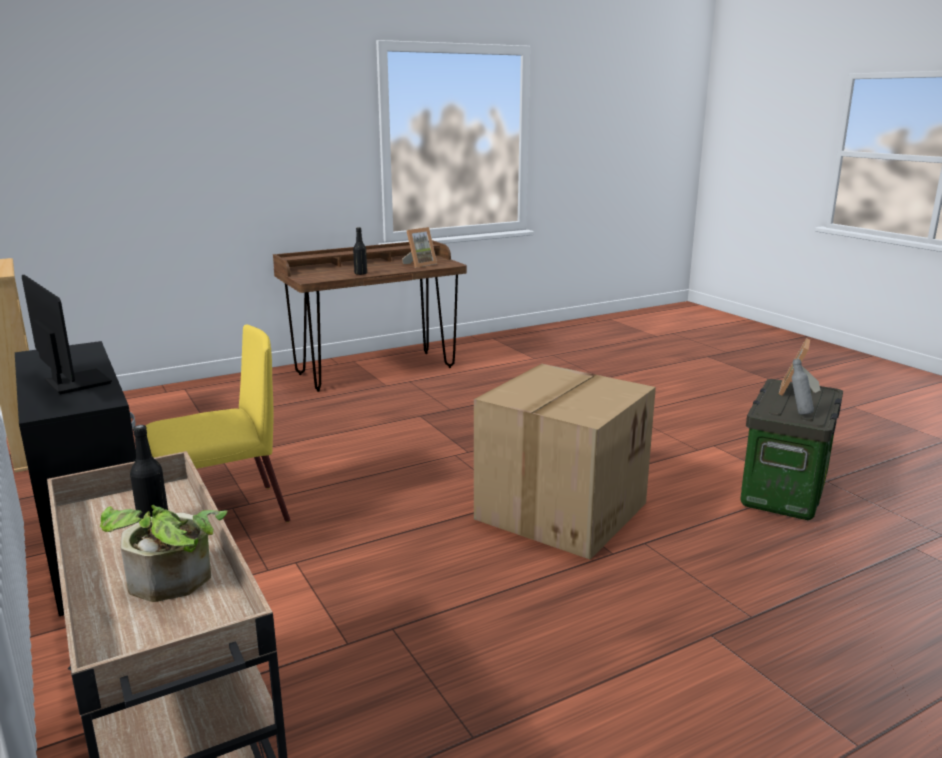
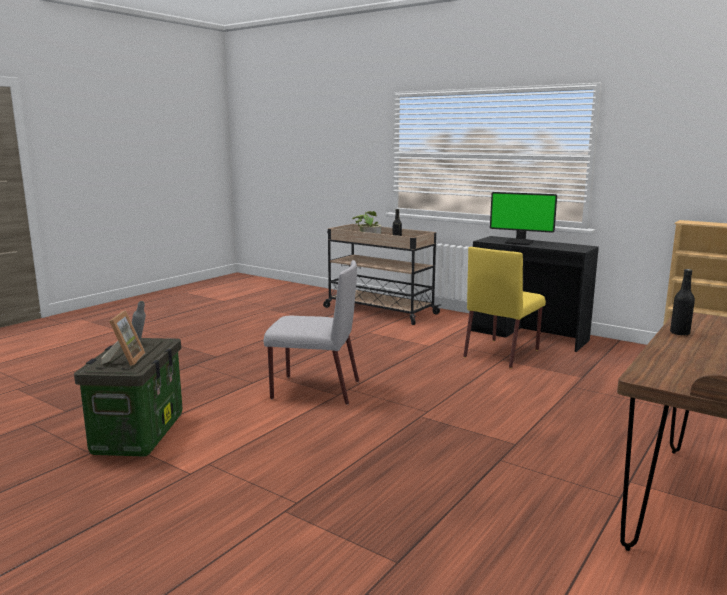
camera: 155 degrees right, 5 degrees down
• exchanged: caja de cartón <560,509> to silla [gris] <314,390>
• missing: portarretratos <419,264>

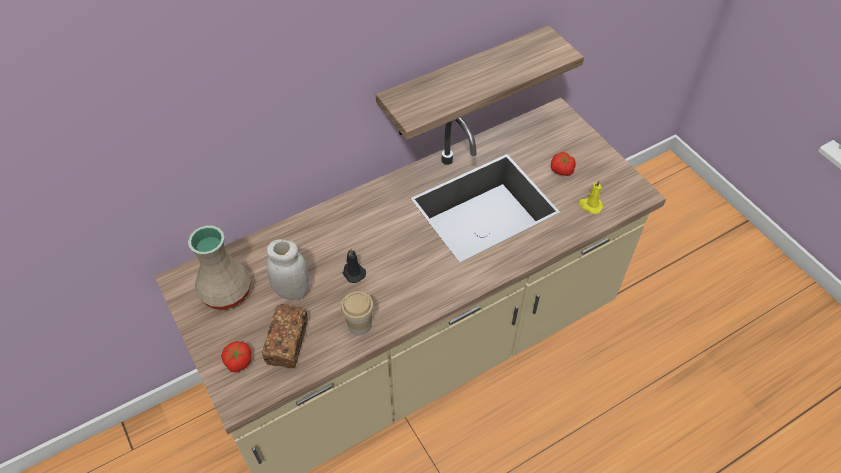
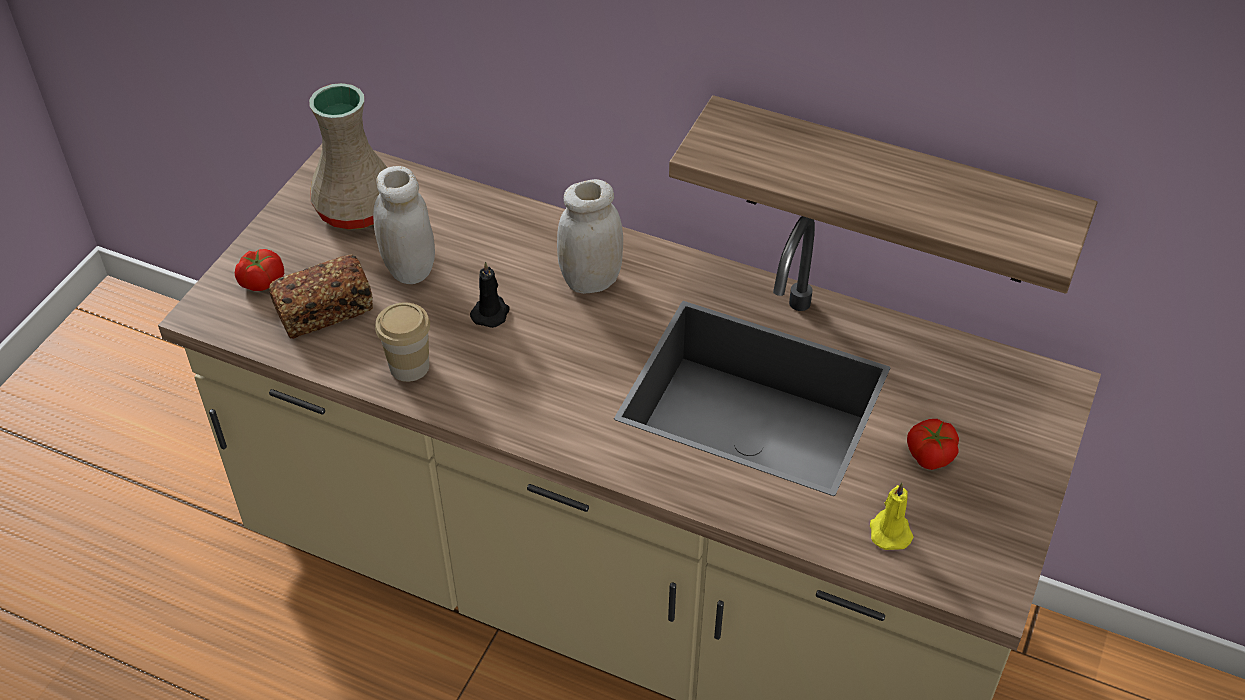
camera: 55 degrees right, 5 degrees down
• appeared: tarro [blanco] <591,281>

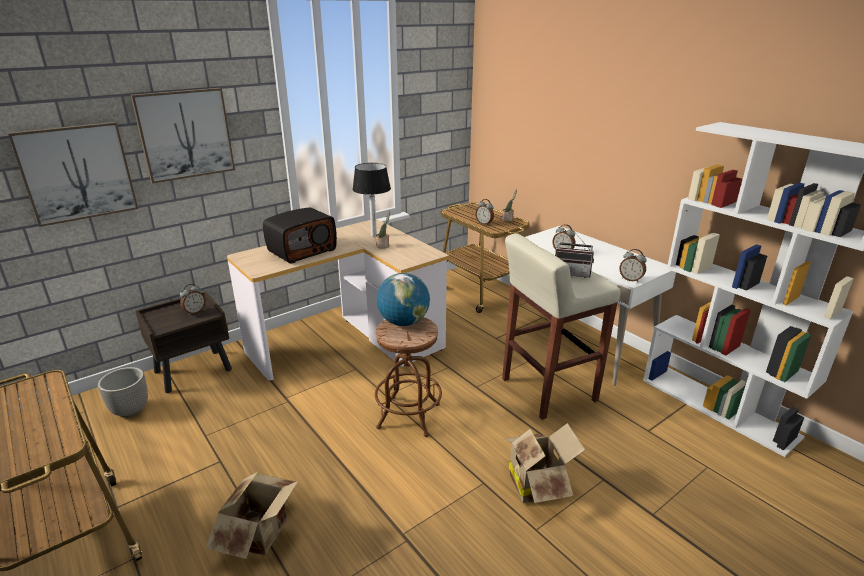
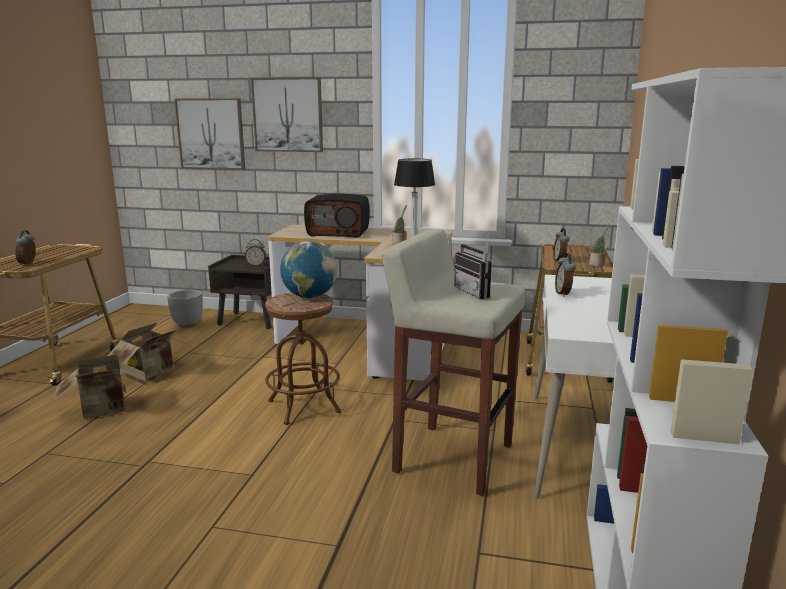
camera: 50 degrees right, 10 degrees down
• relocated: despertador <631,279> to <28,264>
• relocated: caja de cartón <537,484> to <153,372>

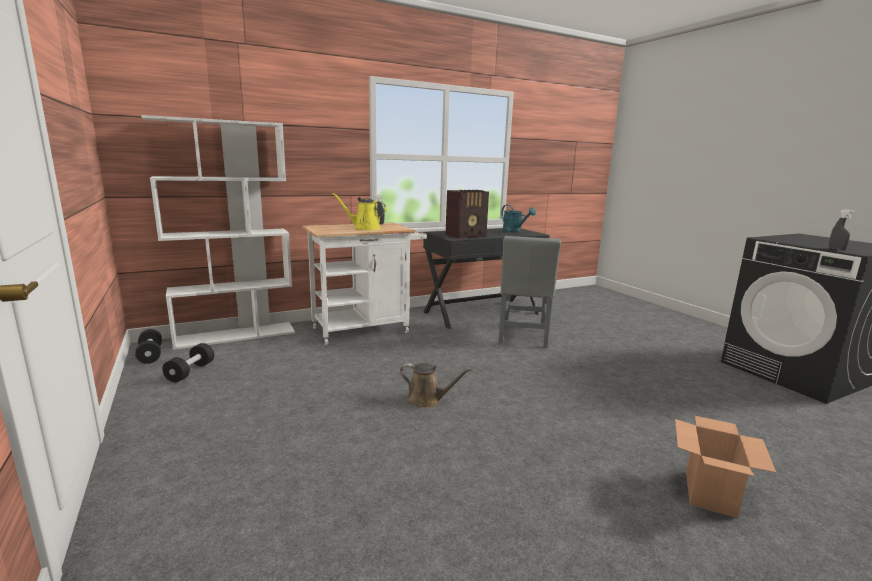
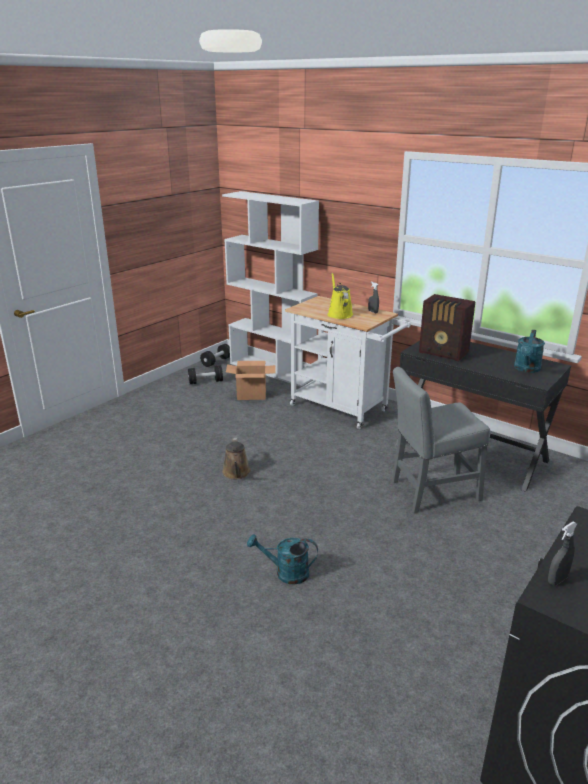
camera: 65 degrees right, 10 degrees up
• relocated: caja de cartón <709,492> to <252,395>
• appeared: regadera [turquesa] <286,573>

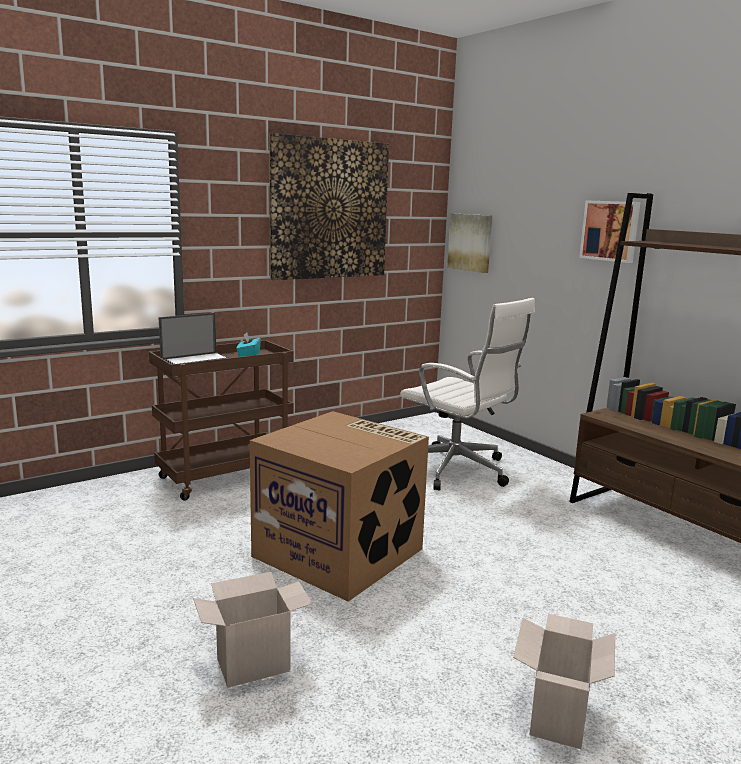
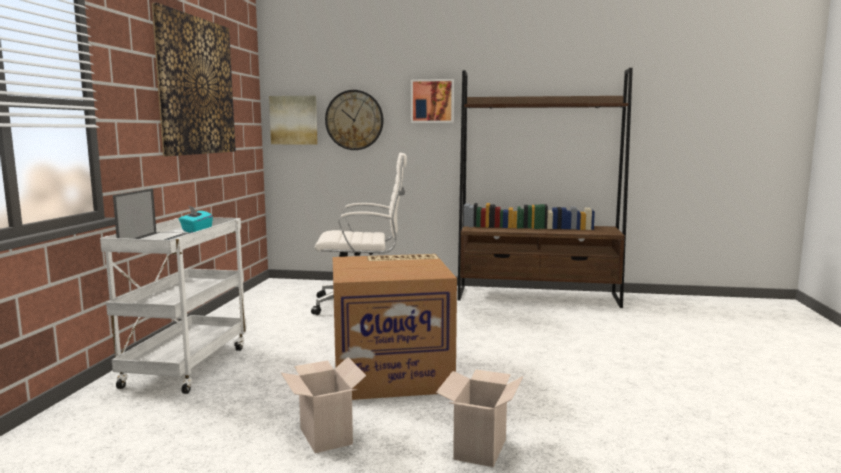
camera: 45 degrees left, 5 degrees down
• colour: carrito [marrón] <225,476> to carrito [blanco] <186,365>
• relocated: caja de cartón <556,716> to <323,435>
• appeared: reloj de pared <354,120>

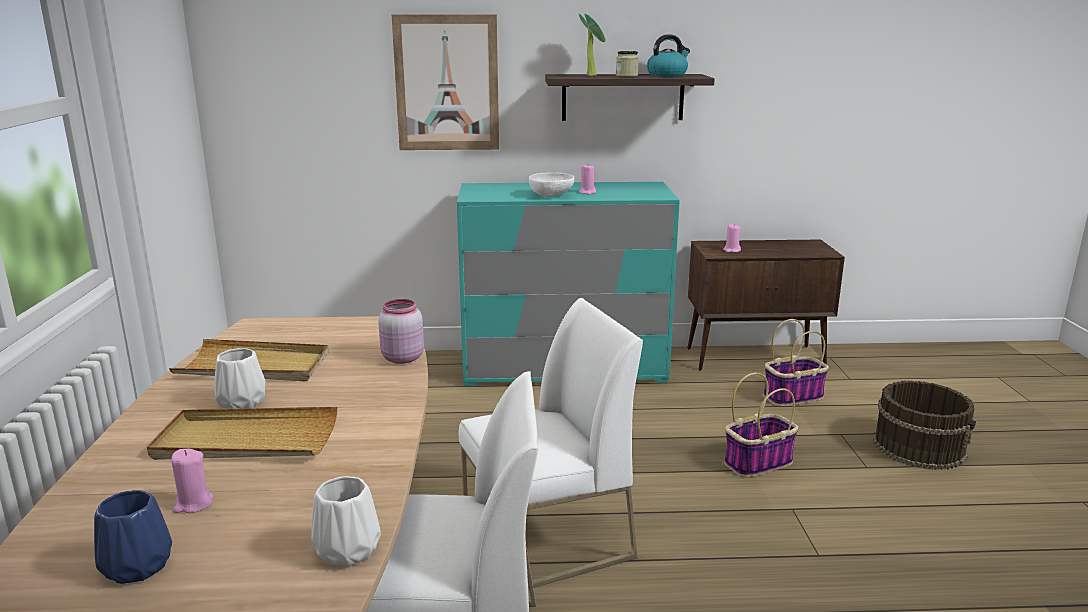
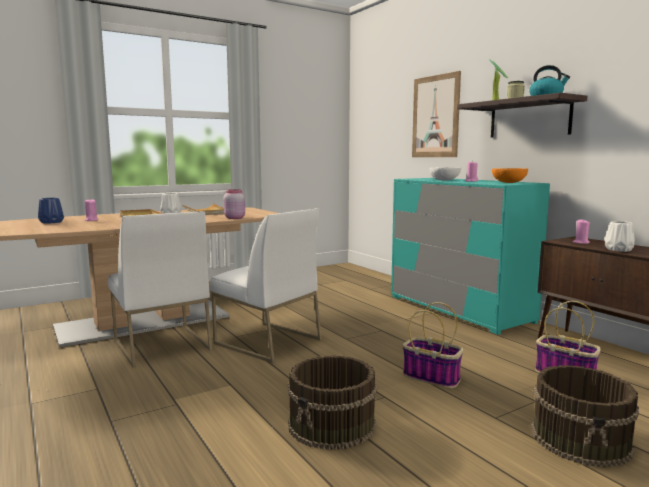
camera: 60 degrees right, 10 degrees down
• appeared: cubo [marrón] <332,425>
• appeared: cuenco [naranja] <509,183>
• relocated: florero [blanco] <345,550> to <617,249>

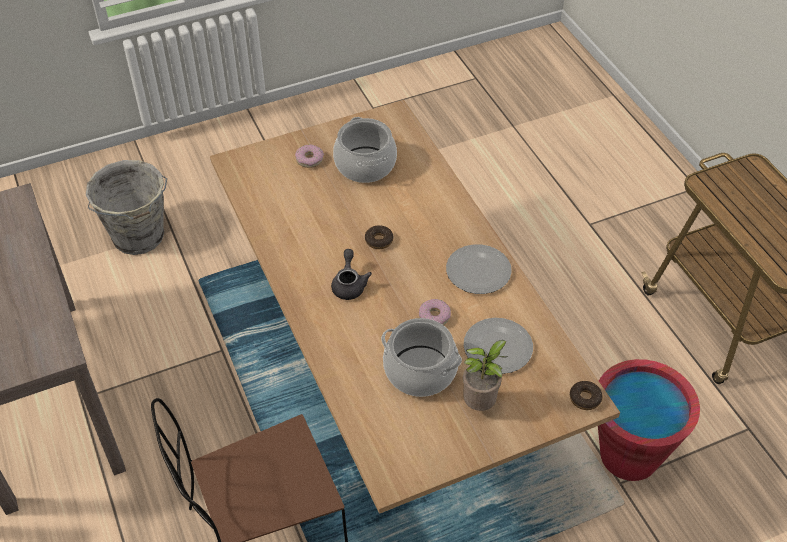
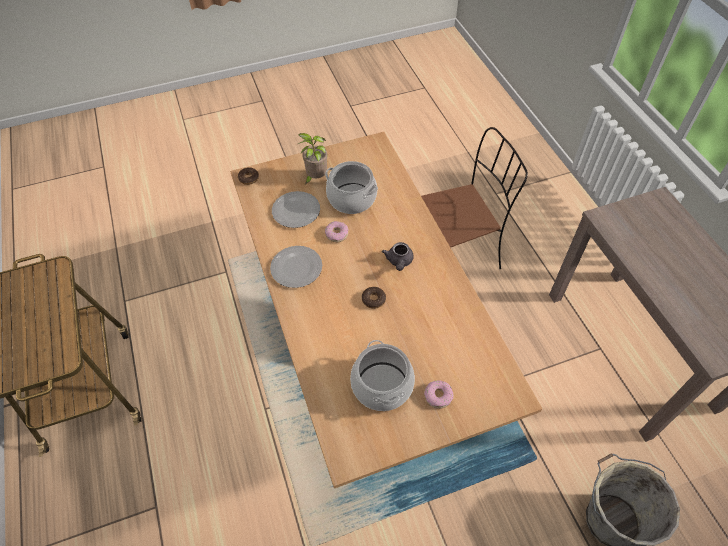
camera: 175 degrees left, 5 degrees up
• missing: cubo [rojo] <629,455>

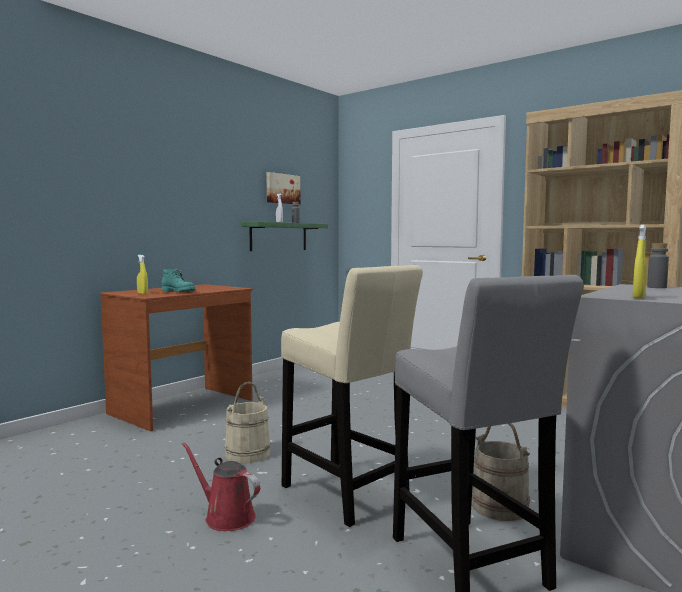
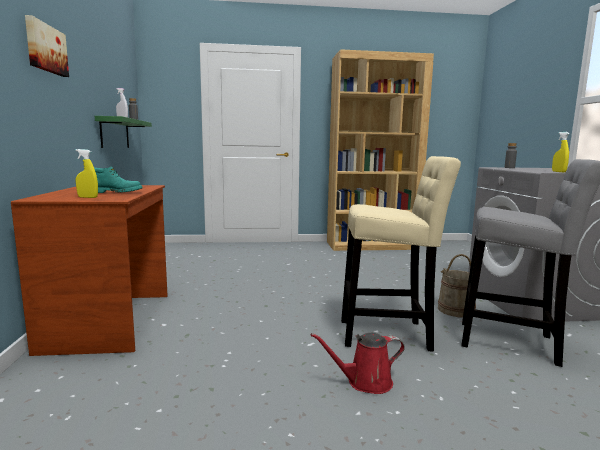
camera: 45 degrees left, 5 degrees up
• relocated: cuadro <282,188> to <45,48>
• missing: cubo [beis] <247,454>

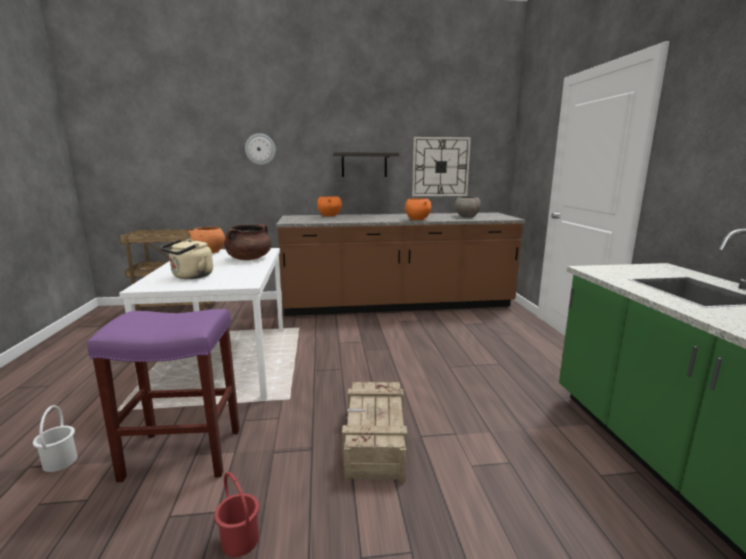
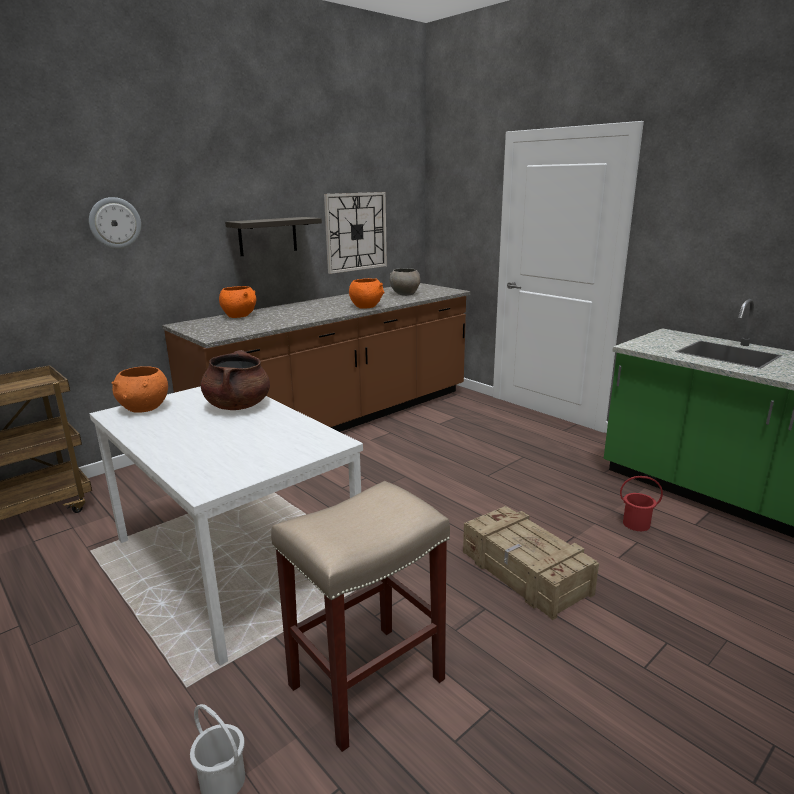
camera: 35 degrees left, 5 degrees up
• colour: taburete [morado] <181,454> to taburete [beis] <366,684>
• relocated: cubo [rojo] <239,541> to <636,524>
• missing: hervidor [beis] <190,277>

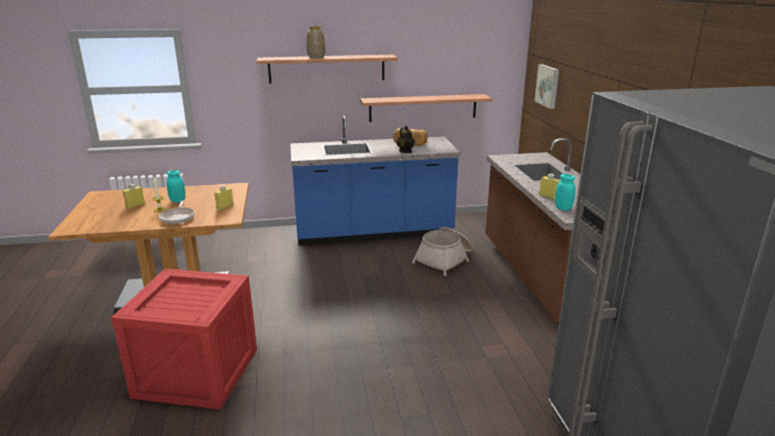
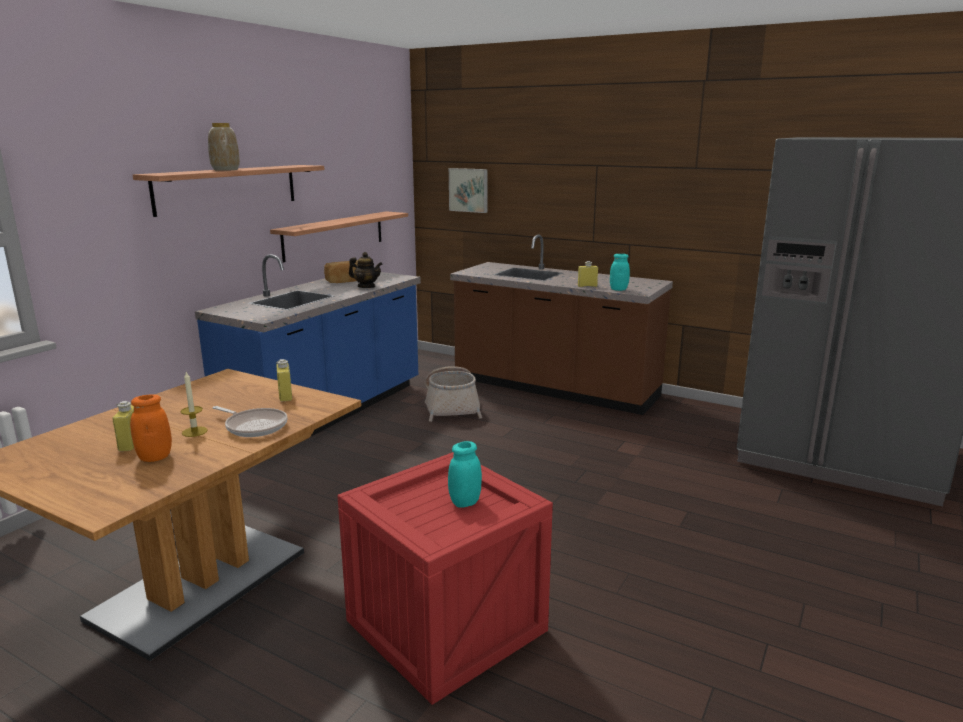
camera: 50 degrees left, 5 degrees down
• appeared: tarro [naranja] <155,457>
• relocated: tarro [turquesa] <177,201> to <465,502>

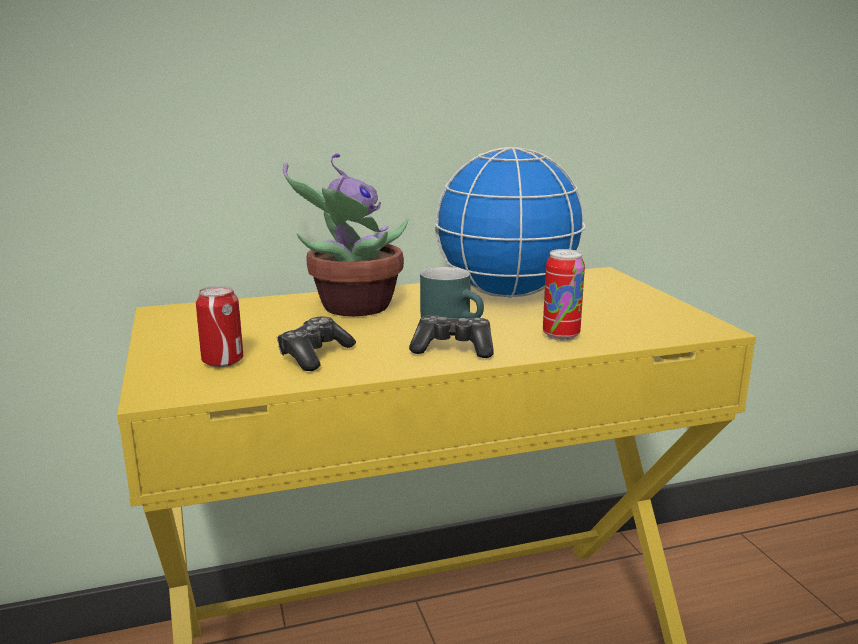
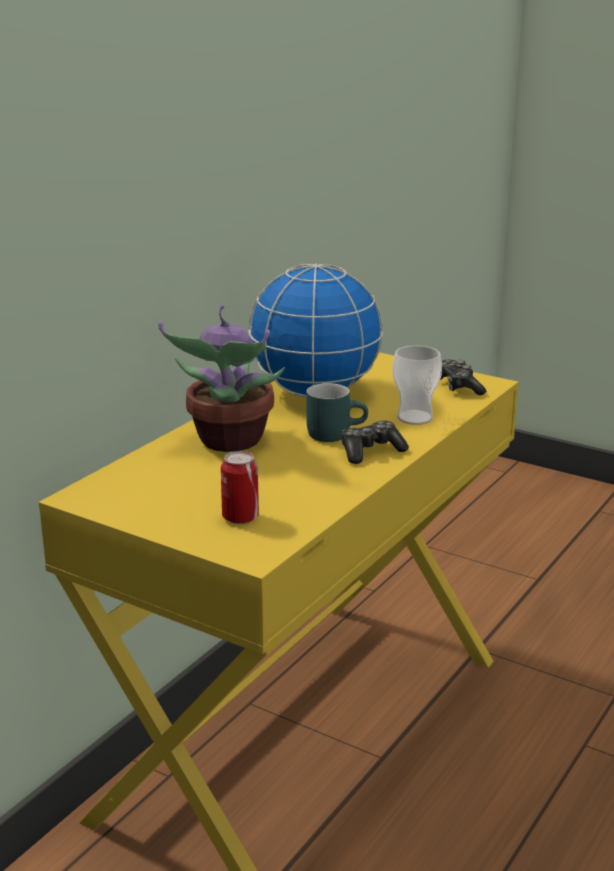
camera: 40 degrees left, 5 degrees up
• exchanged: lata <561,335> to taza <415,418>
• relocated: mando de consola <315,355> to <458,387>

